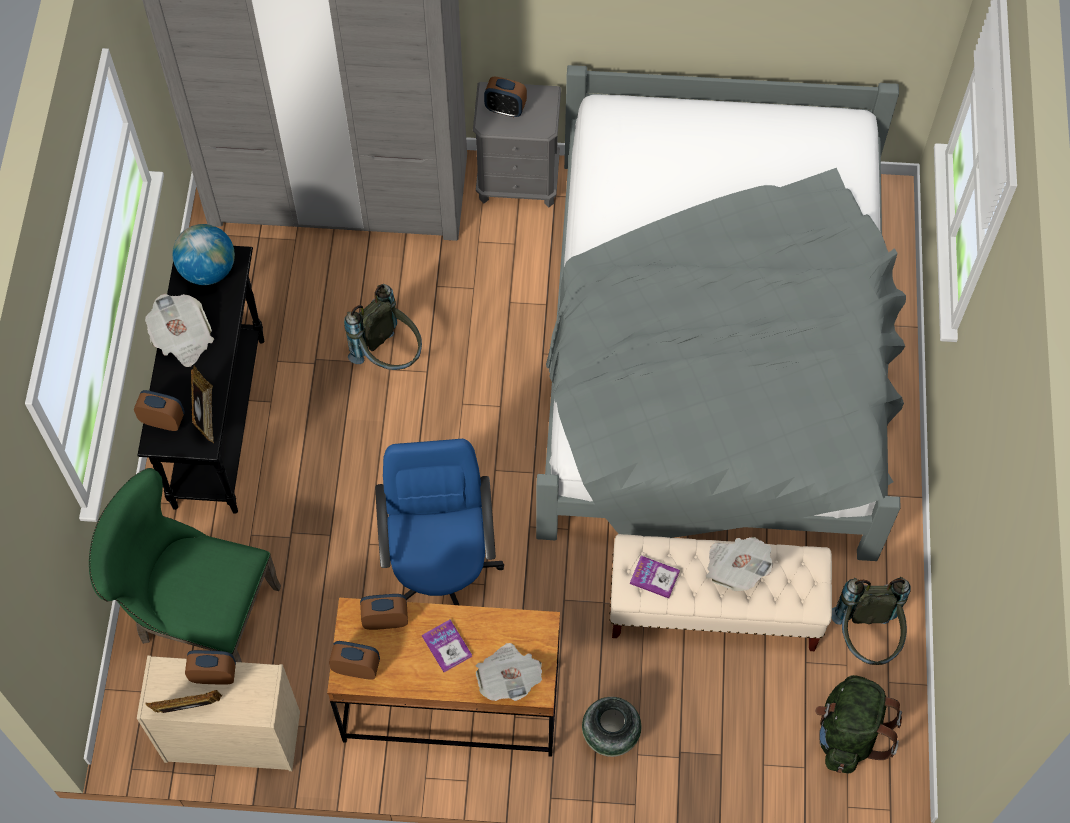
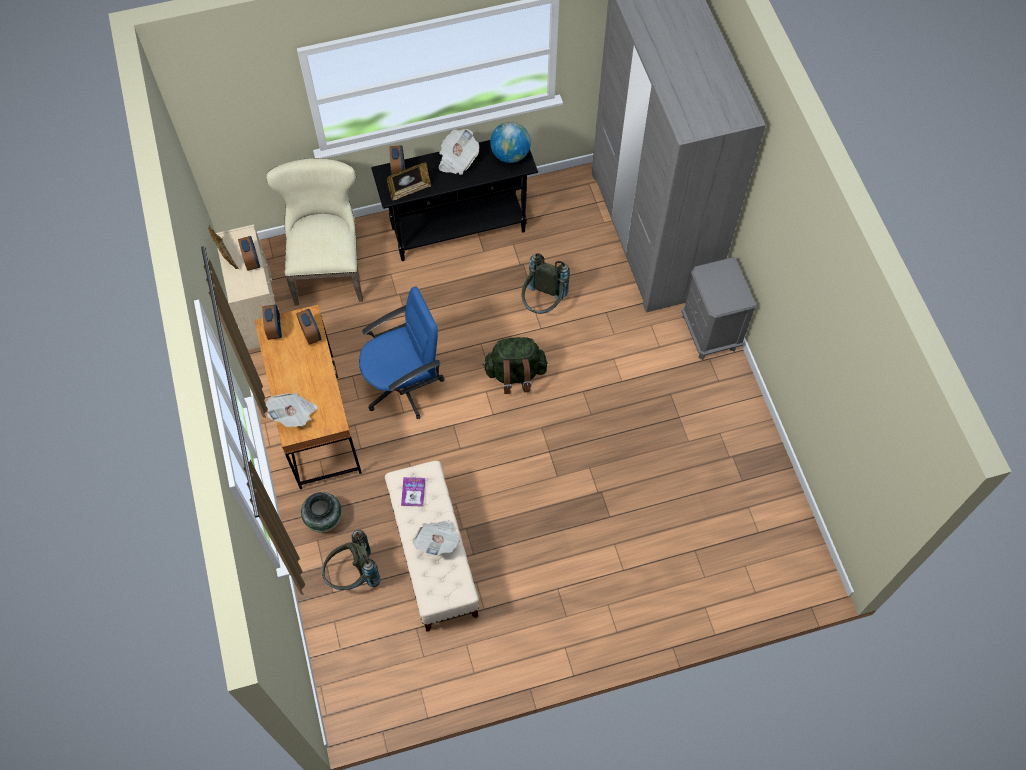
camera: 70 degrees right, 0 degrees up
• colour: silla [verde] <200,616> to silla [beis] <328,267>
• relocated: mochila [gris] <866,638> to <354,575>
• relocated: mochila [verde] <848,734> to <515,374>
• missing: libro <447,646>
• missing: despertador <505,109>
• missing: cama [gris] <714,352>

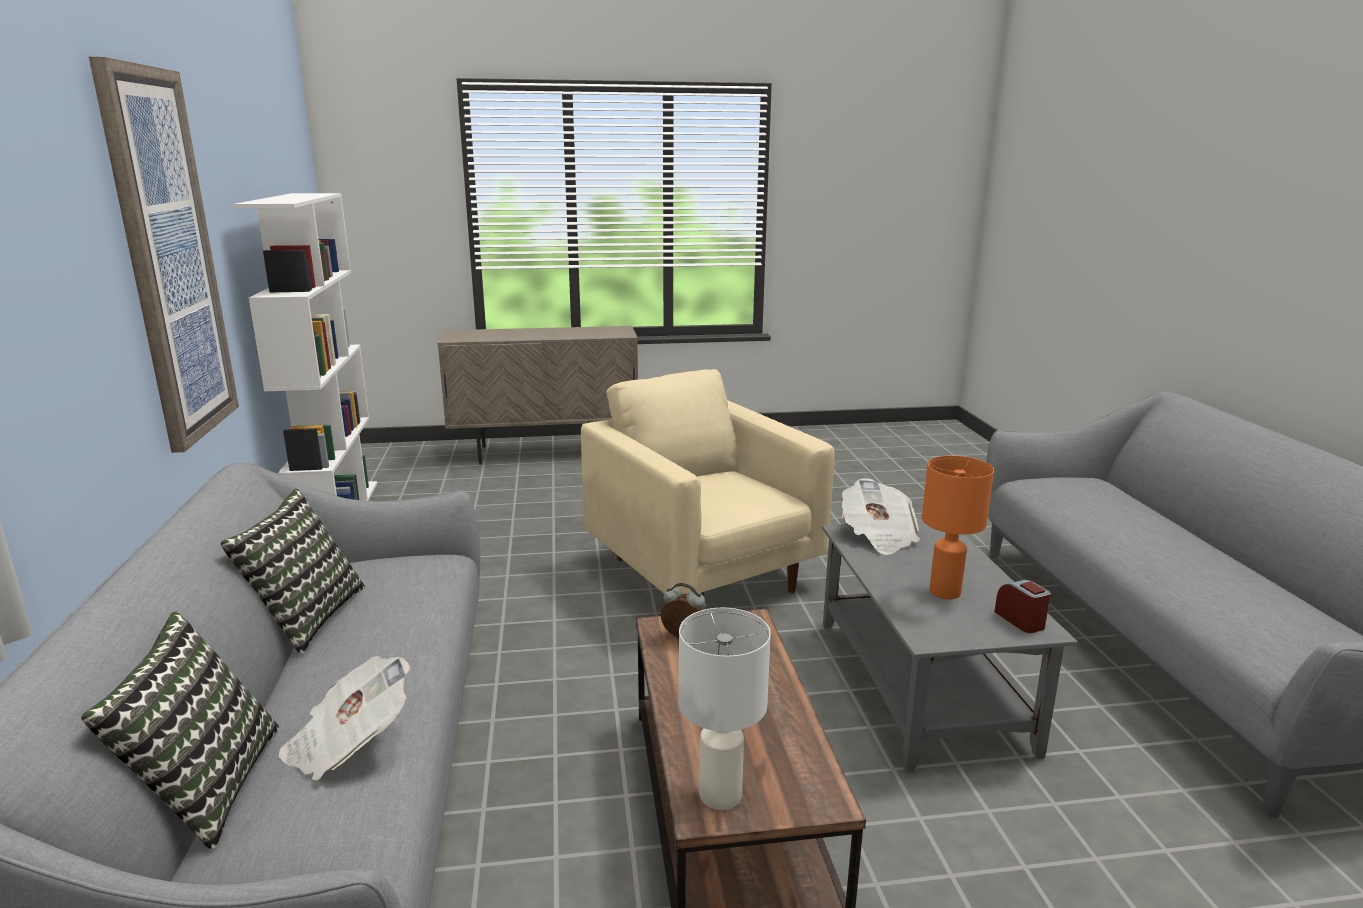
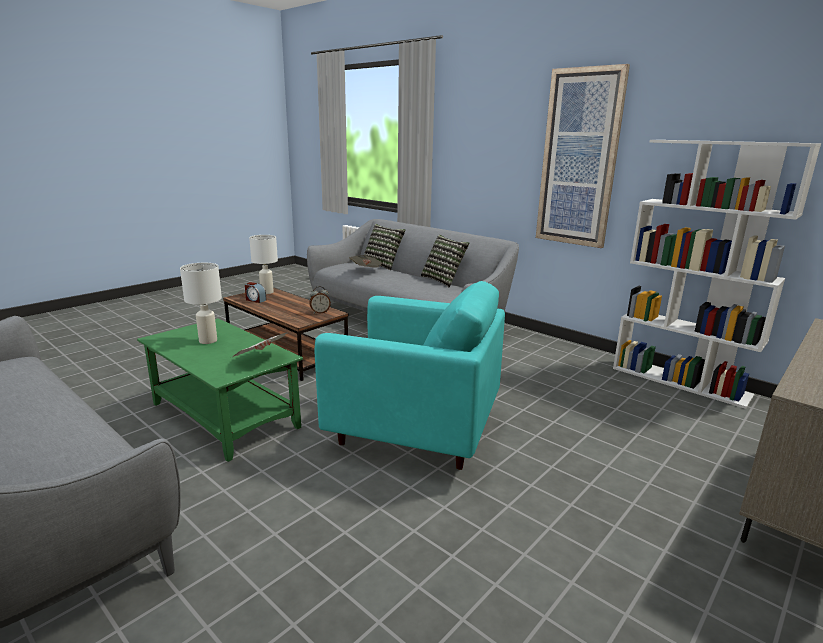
camera: 140 degrees right, 0 degrees up
• colour: mesa de centro [gris] <922,685> to mesa de centro [verde] <223,415>
• colour: lámpara de mesa [naranja] <944,591> to lámpara de mesa [blanco] <208,341>
• relocated: despertador <1020,620> to <255,300>
• colour: sillón [beis] <703,574> to sillón [turquesa] <413,432>

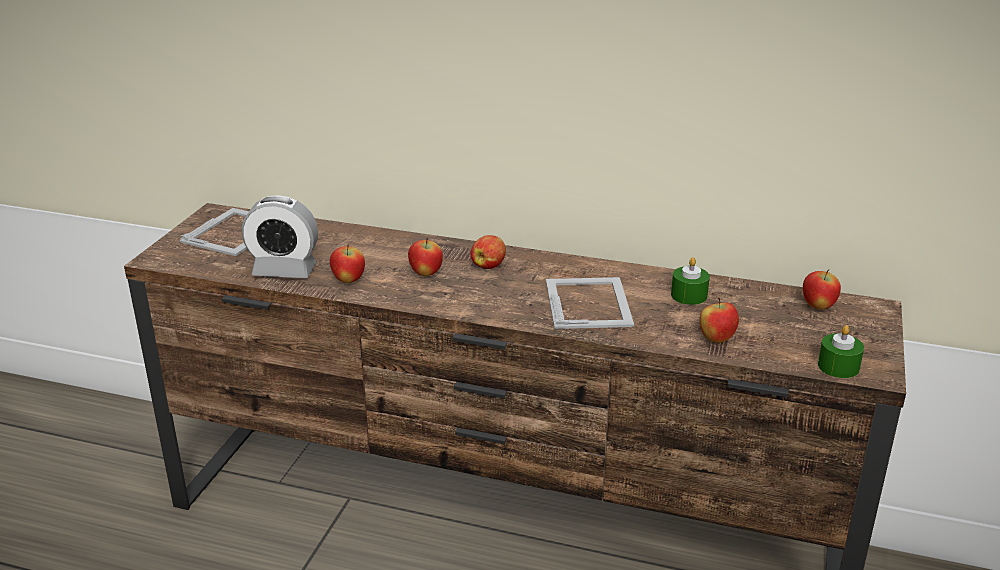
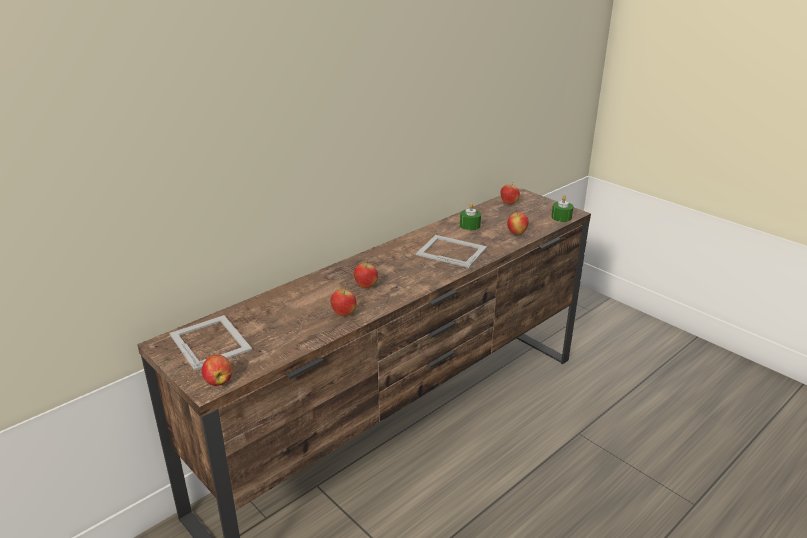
camera: 60 degrees left, 0 degrees up
• relocated: manzana <489,266> to <218,381>
• missing: despertador <284,270>

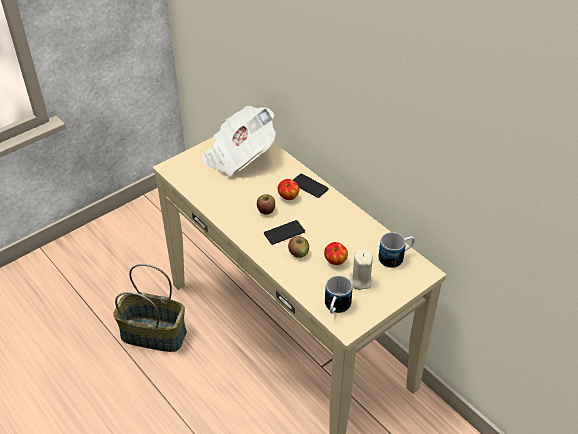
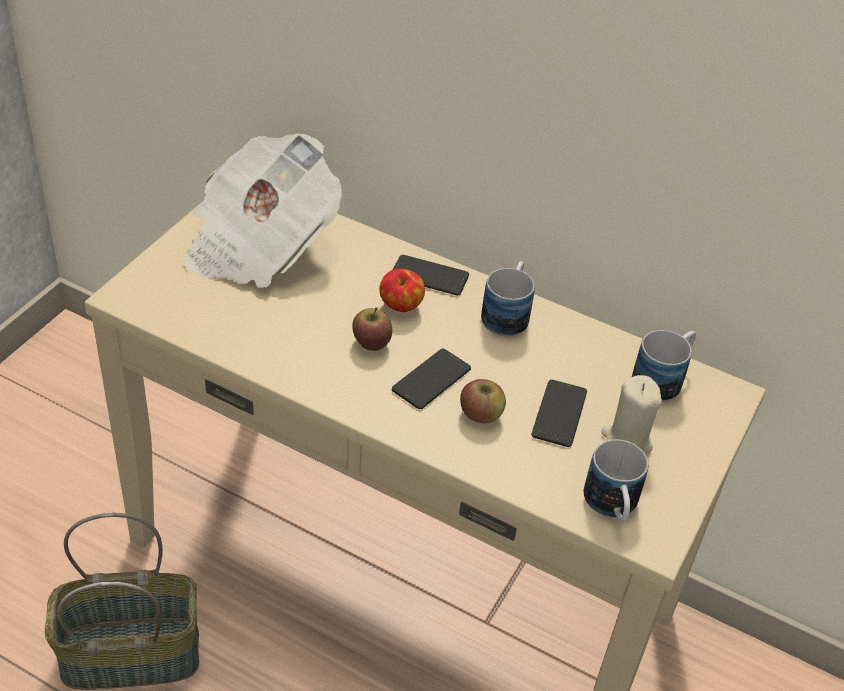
camera: 25 degrees left, 0 degrees up
• appeared: taza grande <507,313>
• exchanged: manzana <335,261> to móvil <559,414>

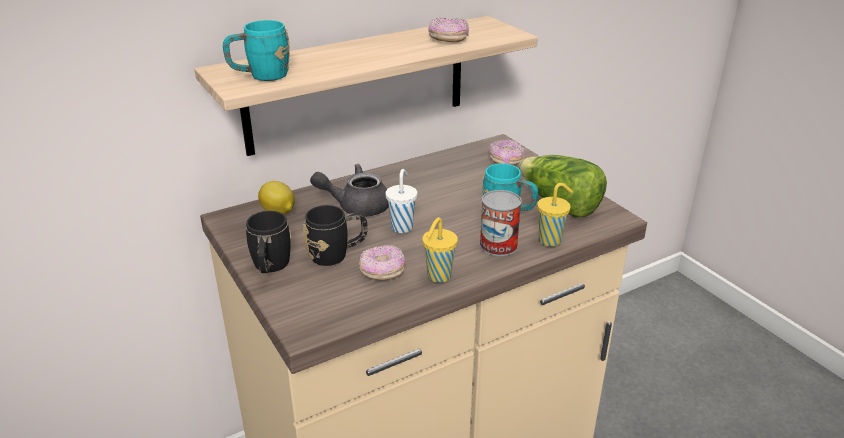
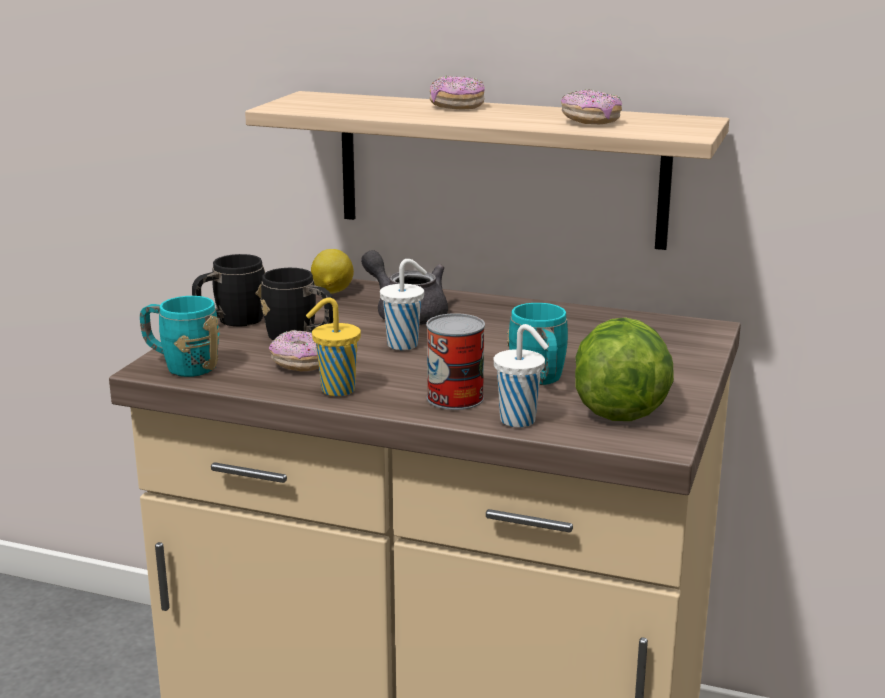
camera: 50 degrees right, 10 degrees down
• relocated: taza grande [turquesa] <260,76> to <181,366>
• relocated: rosquilla <506,160> to <456,106>
• colour: taza [amarillo] <551,241> to taza [blanco] <520,421>

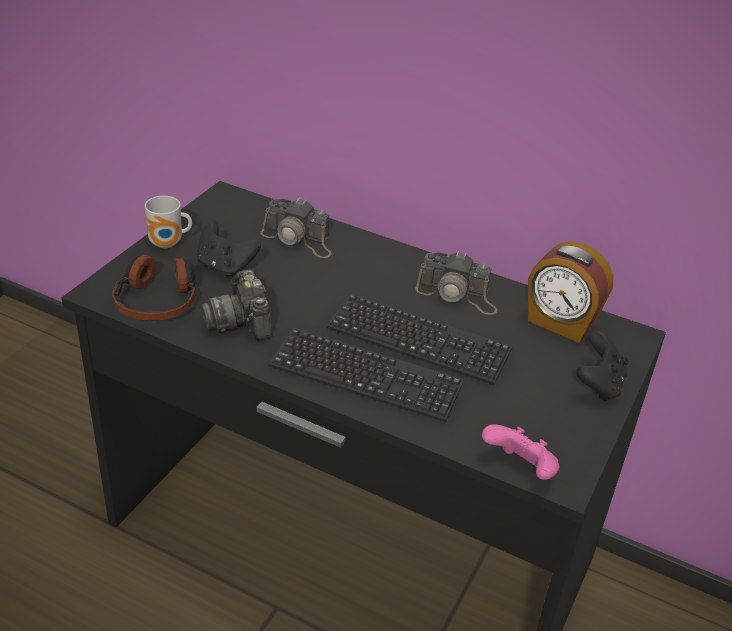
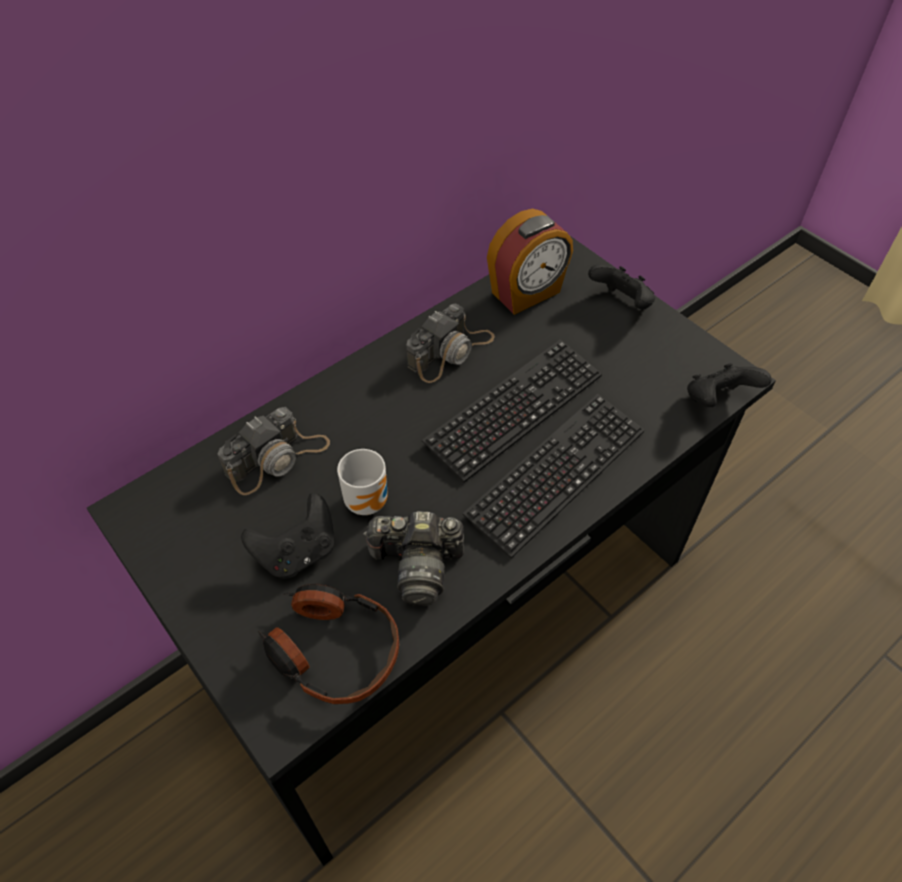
camera: 65 degrees left, 15 degrees up
• relocated: taza grande <168,244> to <369,500>
• colour: mando de consola [rosa] <520,470> to mando de consola [negro] <717,400>

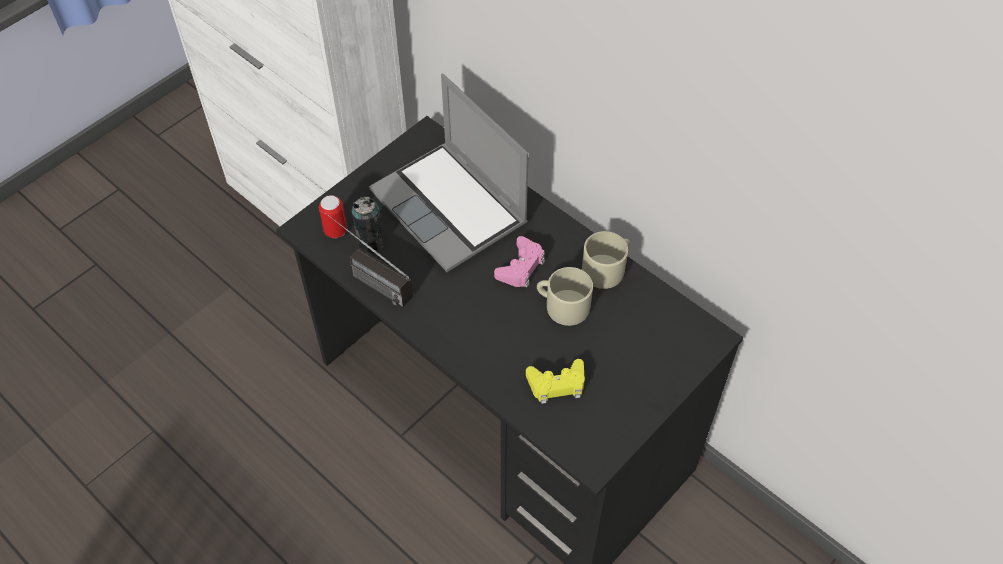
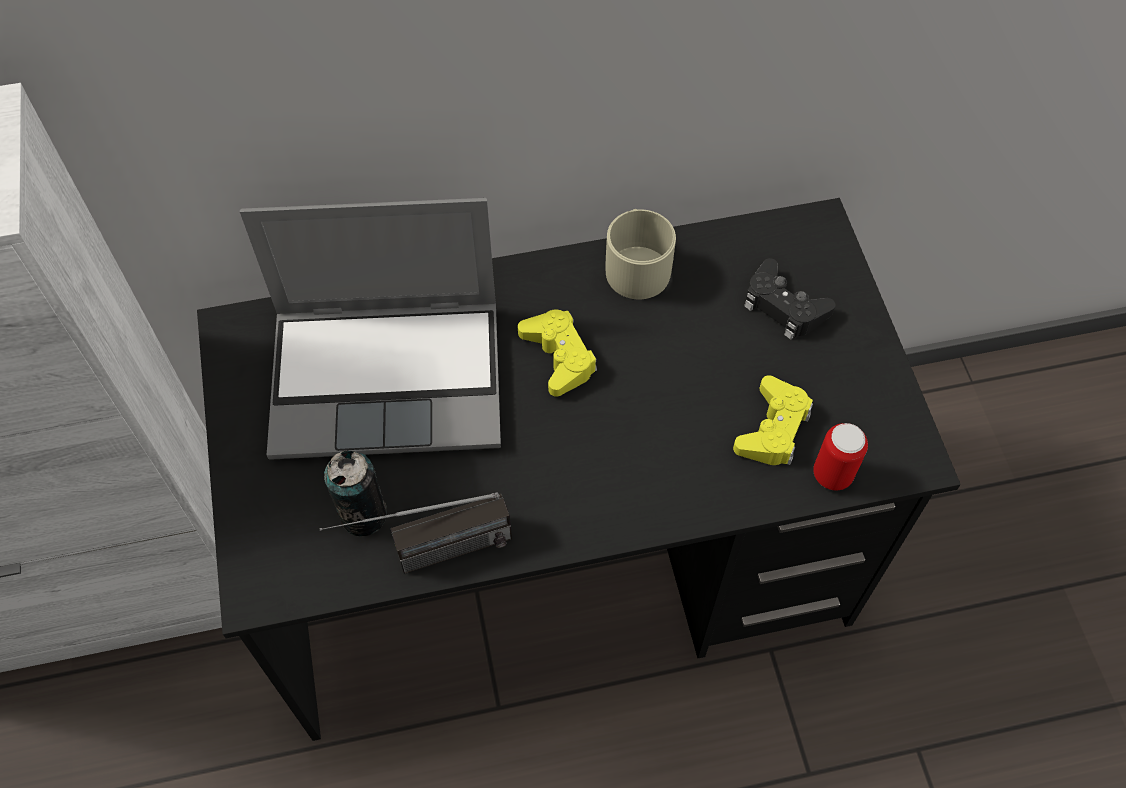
camera: 55 degrees left, 5 degrees up
• colour: mando de consola [rosa] <521,267> to mando de consola [amarillo] <559,356>
• appeared: mando de consola [negro] <783,306>
• relocated: lata <335,231> to <832,475>
• missing: taza grande [beis] <562,305>

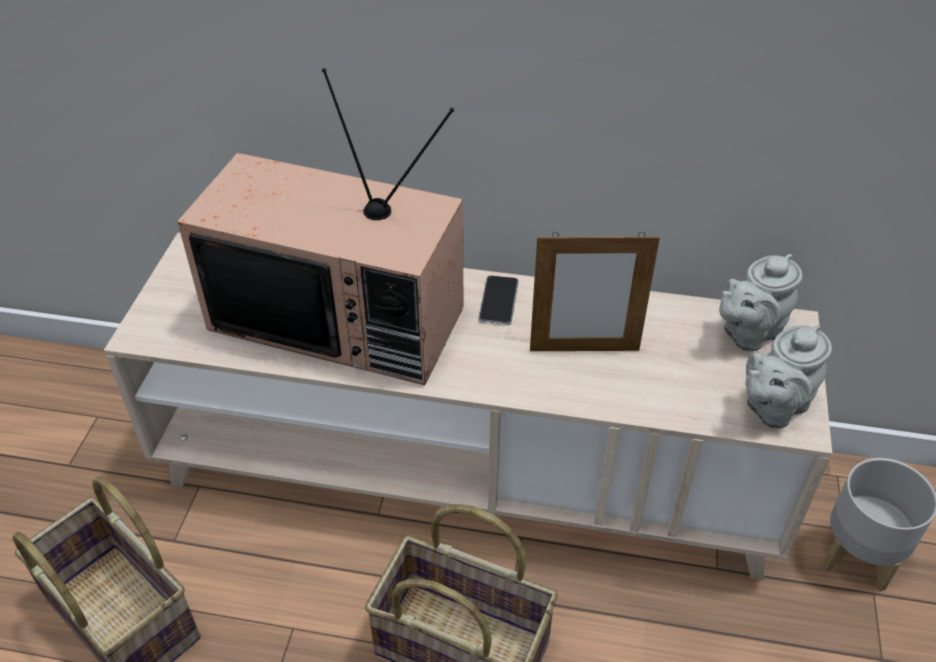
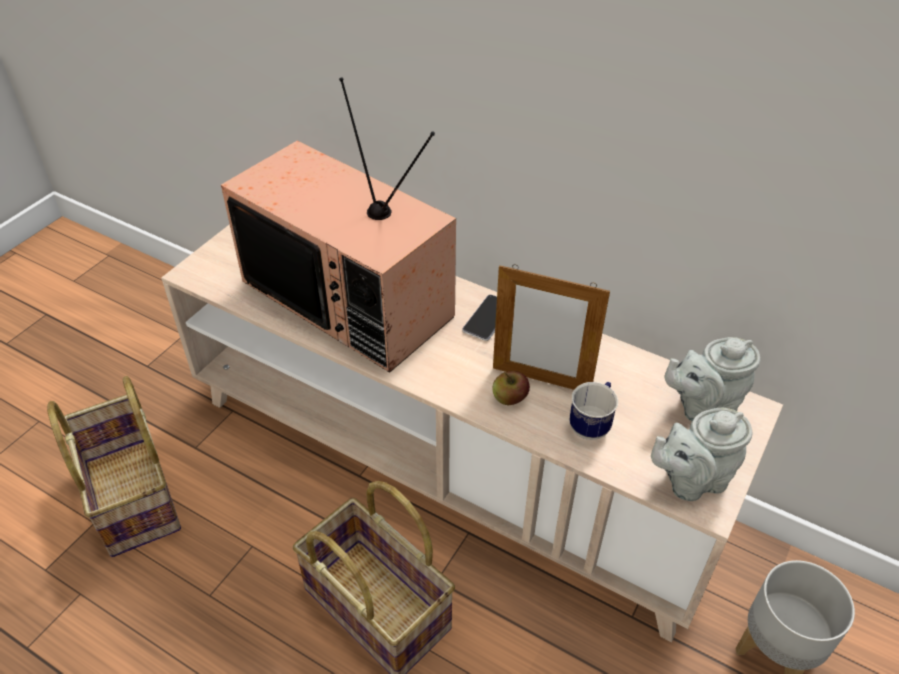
camera: 20 degrees right, 0 degrees up
• appeared: manzana <510,398>
• appeared: taza grande <592,424>

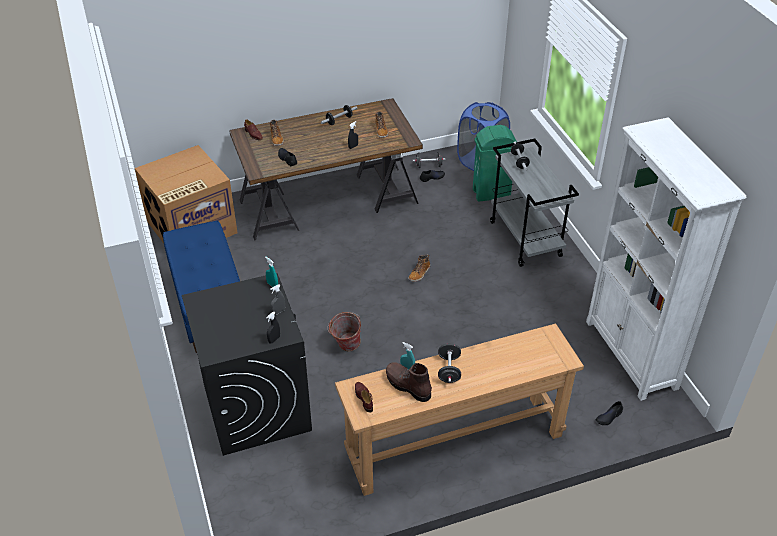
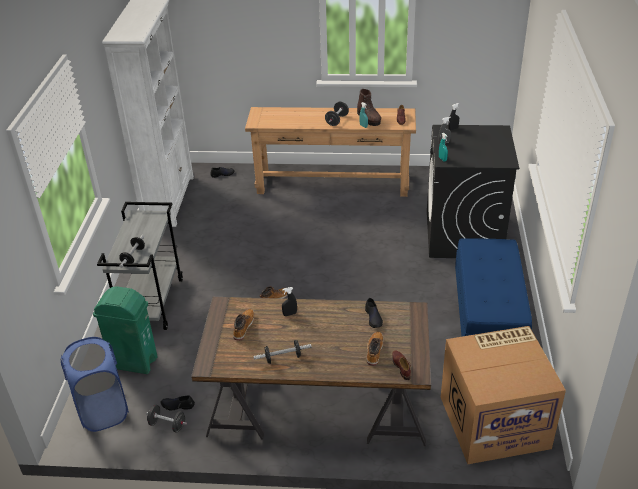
camera: 155 degrees left, 5 degrees down
• missing: cubo <345,347>

